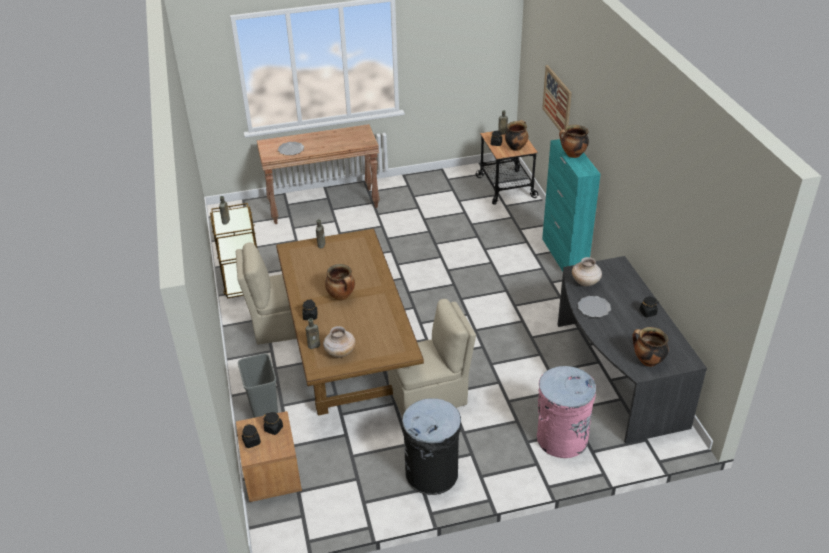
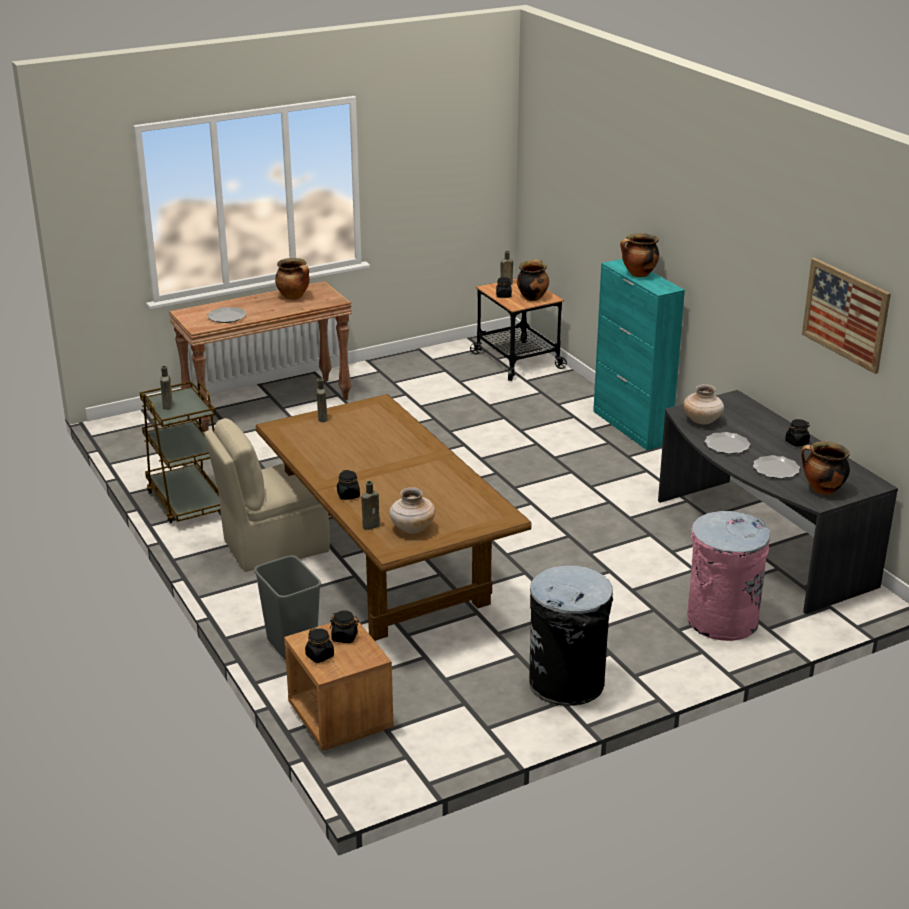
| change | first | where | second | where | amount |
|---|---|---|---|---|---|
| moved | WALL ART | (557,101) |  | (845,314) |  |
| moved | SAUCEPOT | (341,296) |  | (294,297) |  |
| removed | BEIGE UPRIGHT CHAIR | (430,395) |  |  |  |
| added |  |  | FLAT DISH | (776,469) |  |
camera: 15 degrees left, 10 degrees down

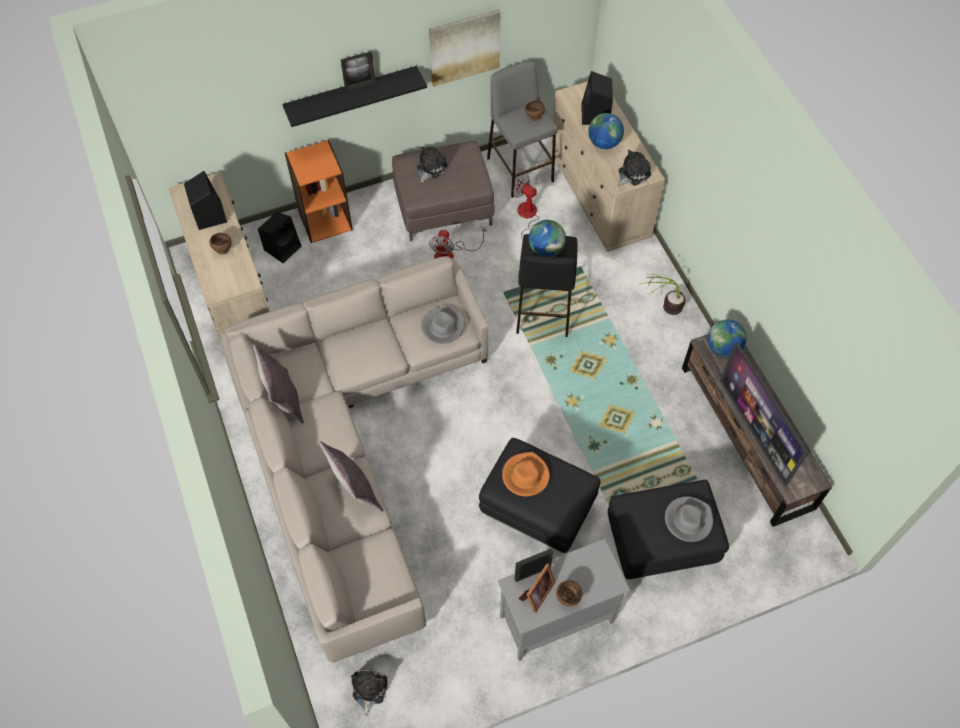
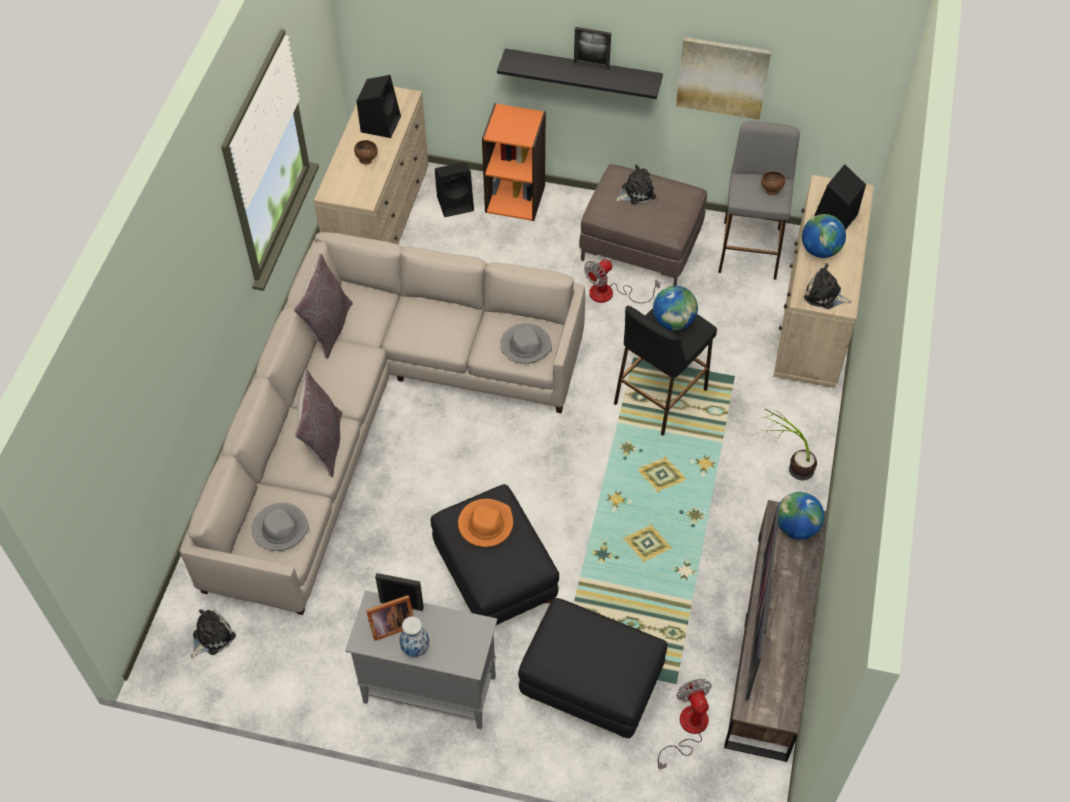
| change | first | where | second | where | amount |
|---|---|---|---|---|---|
| turned | PLUSH TOY | (632,174) |  | (824,295) | 150 degrees counterclockwise |
| moved | ELECTRIC FAN | (527,216) |  | (687,729) |  |
| moved | GRAY CLOTHING HAT | (688,520) |  | (280,528) |  |
| replaced | BROWNISH BOWL | (568,597) | VASE | (416,648) |  |
camera: 35 degrees right, 5 degrees down

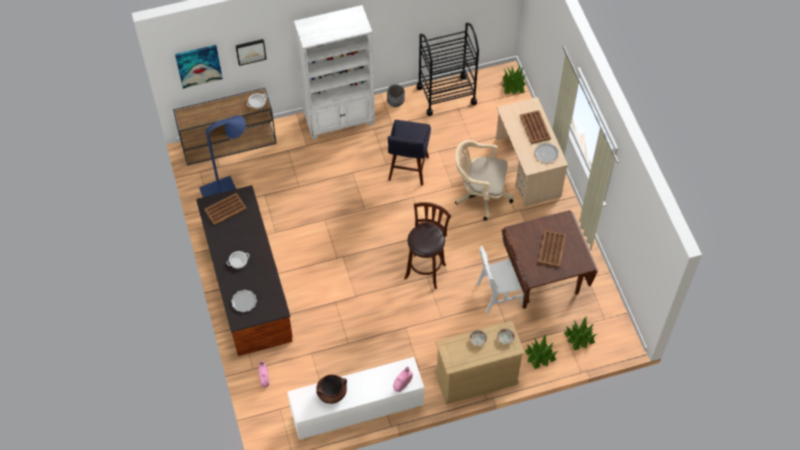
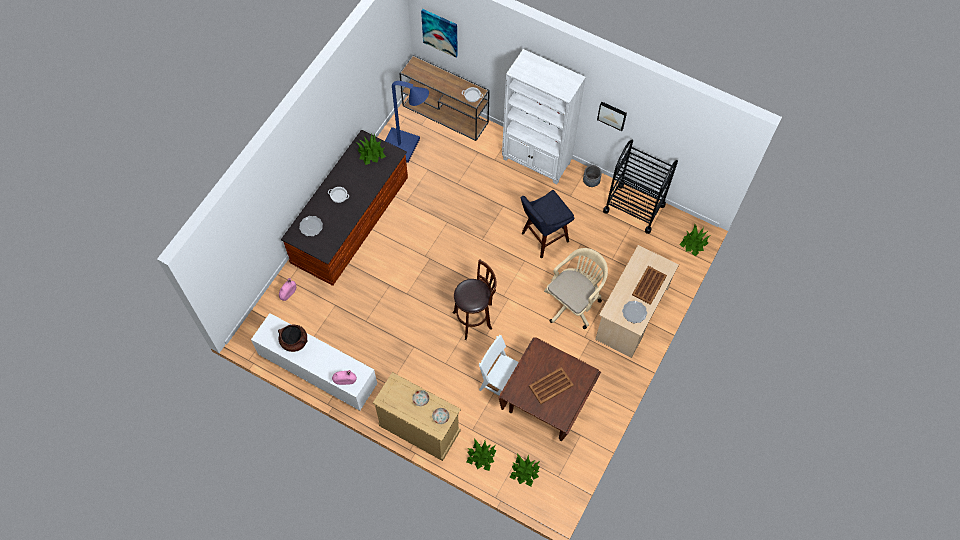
| change | first | where | second | where | amount |
|---|---|---|---|---|---|
| moved | WALL ART | (250,51) |  | (612,115) |  |
| turned | BEIGE DESK CHAIR | (480,195) |  | (573,302) | 75 degrees clockwise |
| replaced | BROWNISH CARRYING TRAY | (226,209) | PLANT IN A POT | (371,153) |  |
camera: 45 degrees right, 5 degrees up

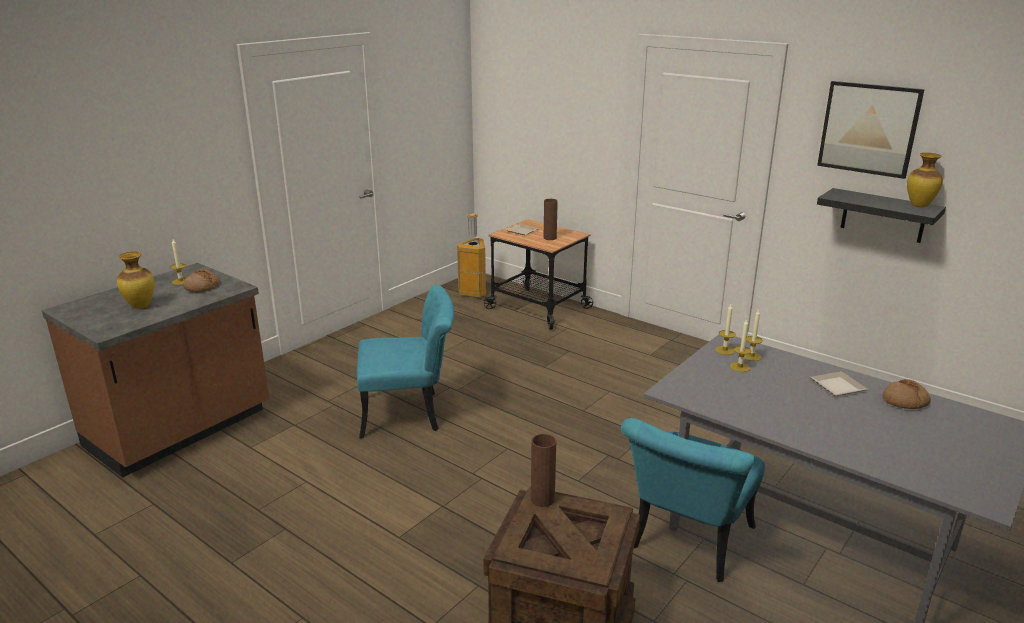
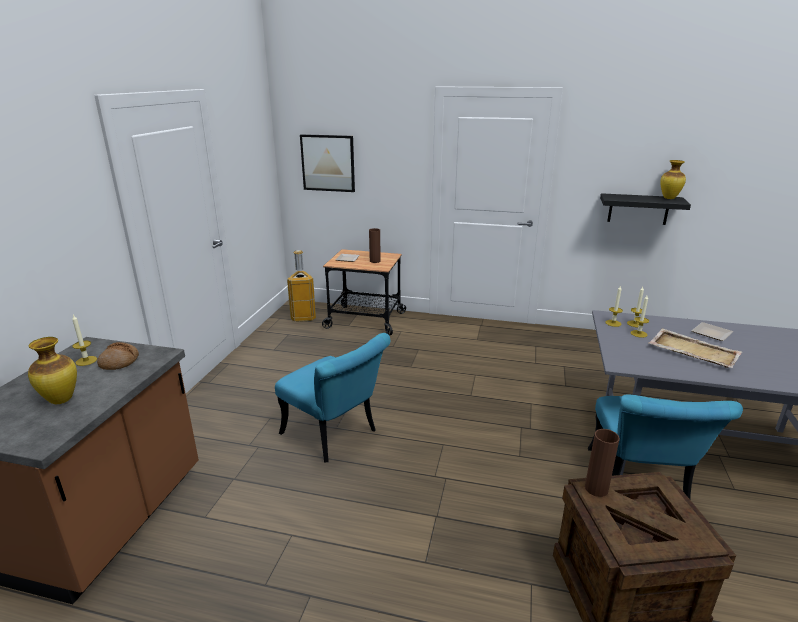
| change | first | where | second | where | amount |
|---|---|---|---|---|---|
| moved | WALL ART | (868,129) |  | (328,163) |  |
| turned | BLUE-GREEN UPRIGHT CHAIR | (410,413) |  | (335,436) | 75 degrees clockwise |
| removed | BAKED BREAD | (905,401) |  |  |  |
| added |  |  | BEIGE CARRYING TRAY | (692,350) |  |
camera: 25 degrees left, 0 degrees up

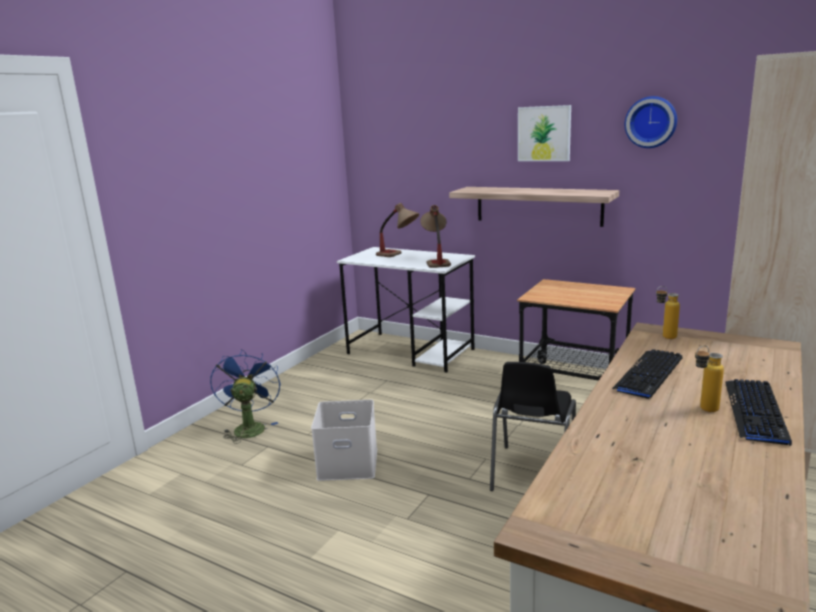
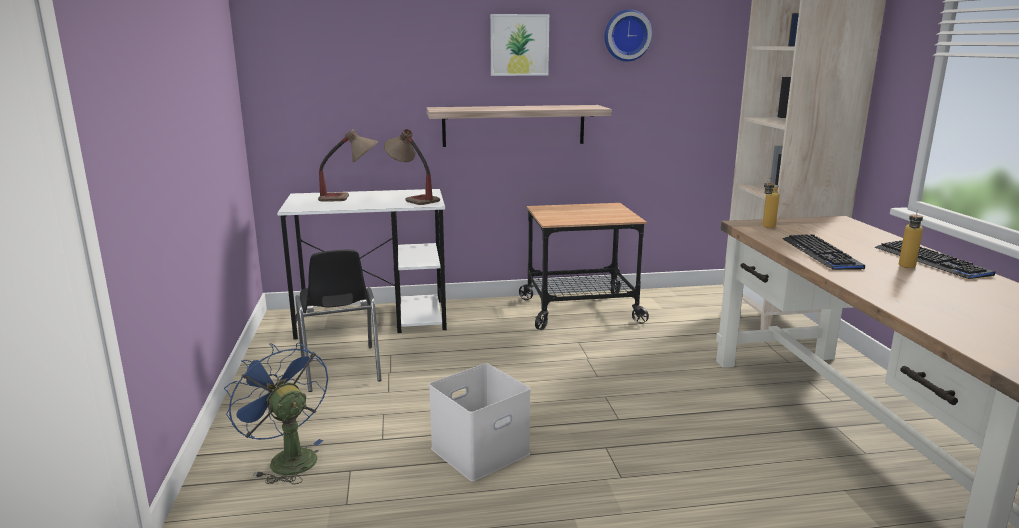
| change | first | where | second | where | amount |
|---|---|---|---|---|---|
| moved | BLACK-COLOURED UPRIGHT CHAIR | (532,473) |  | (340,369) |  |
camera: 40 degrees left, 0 degrees up

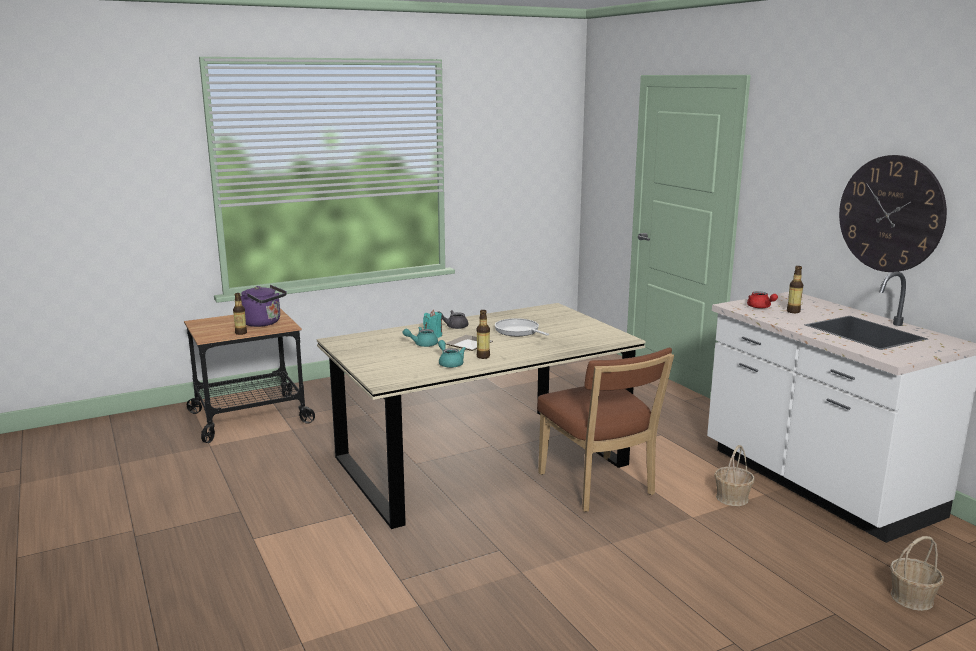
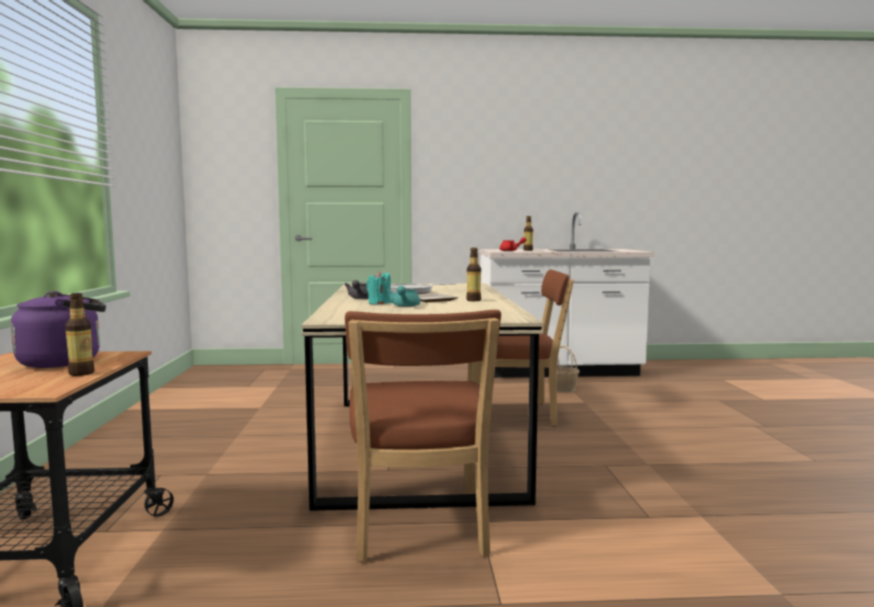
| change | first | where | second | where | amount |
|---|---|---|---|---|---|
| removed | WALL CLOCK | (890,214) |  |  |  |
| removed | BLUE-GREEN TEA POT | (450,363) |  |  |  |
| removed | BASKET | (912,598) |  |  |  |
| added |  |  | BROWNISH UPRIGHT CHAIR | (419,530) |  |
camera: 65 degrees left, 10 degrees down

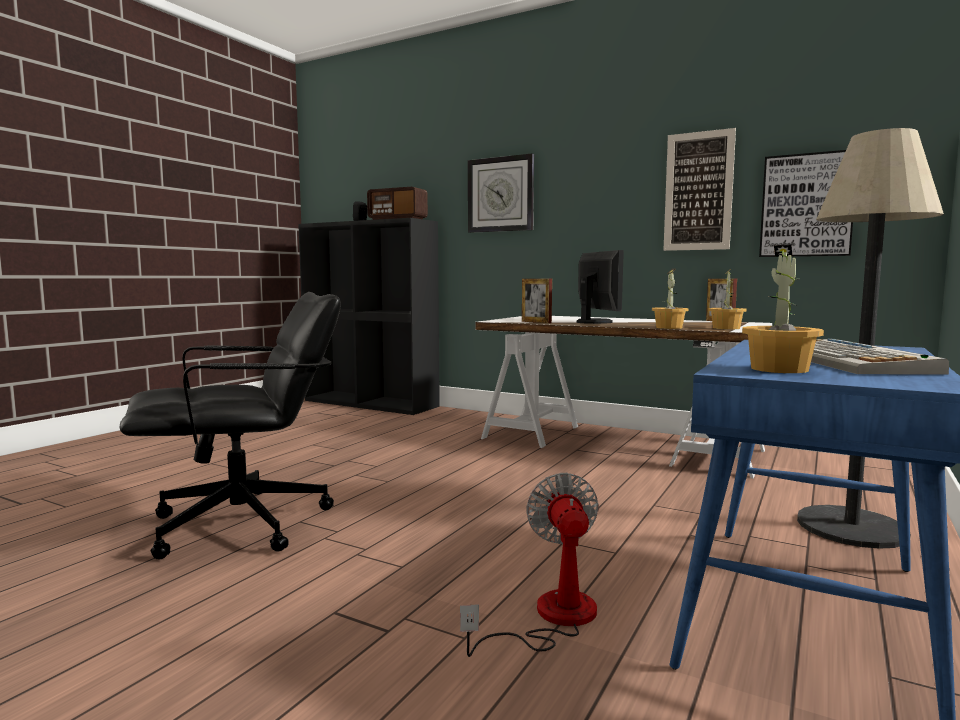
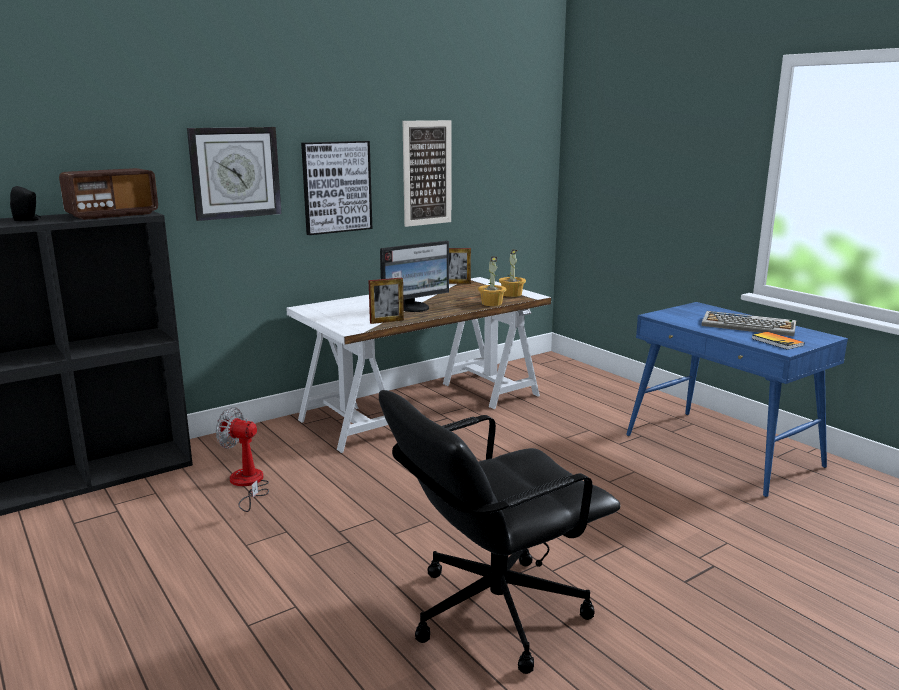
| change | first | where | second | where | amount |
|---|---|---|---|---|---|
| removed | STANDARD LAMP | (851,527) |  |  |  |
| moved | WALL ART | (807,205) |  | (336,187) |  |
| replaced | PLANT IN A POT | (778,369) | BOOK | (777,342) |  |
| turned | COMPUTER DISPLAY | (595,322) |  | (414,308) | 135 degrees clockwise |
| turned | BLACK-COLOURED DESK CHAIR | (243,524) |  | (494,610) | 120 degrees counterclockwise |
| moved | ELECTRIC FAN | (551,618) |  | (247,484) |  |
camera: 65 degrees left, 10 degrees up

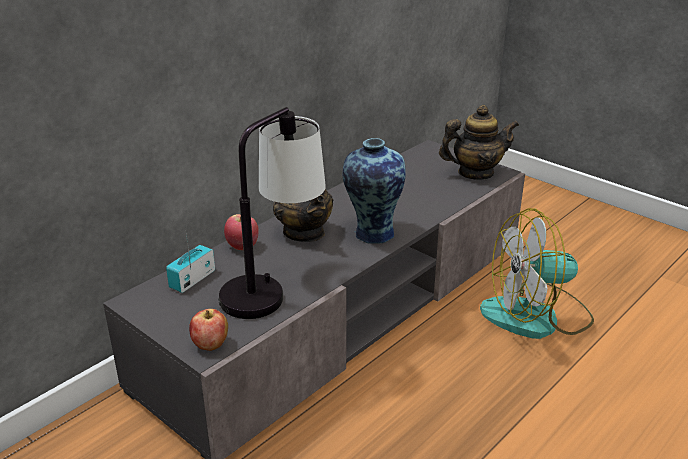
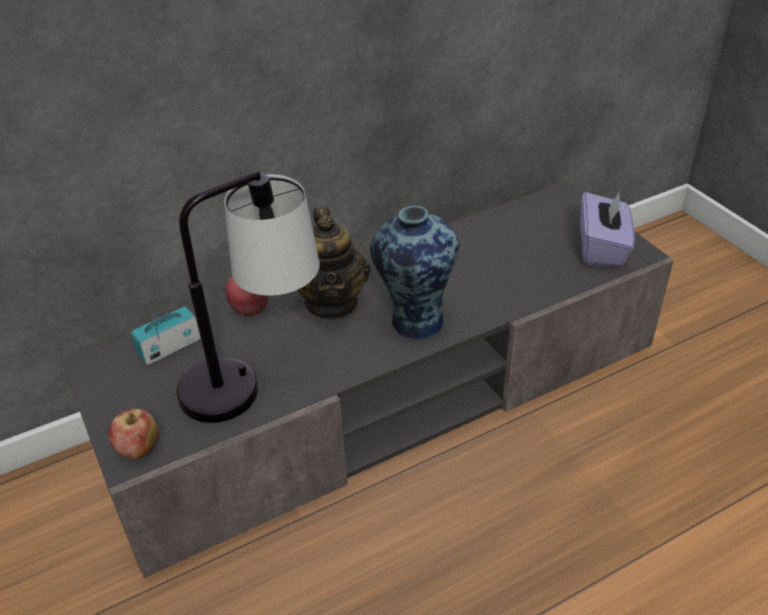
| change | first | where | second | where | amount |
|---|---|---|---|---|---|
| replaced | TEA POT | (475,173) | PURPLISH TISSUE HOLDER | (602,248) |  |
| removed | ELECTRIC FAN | (536,316) |  |  |  |
camera: 20 degrees right, 10 degrees up

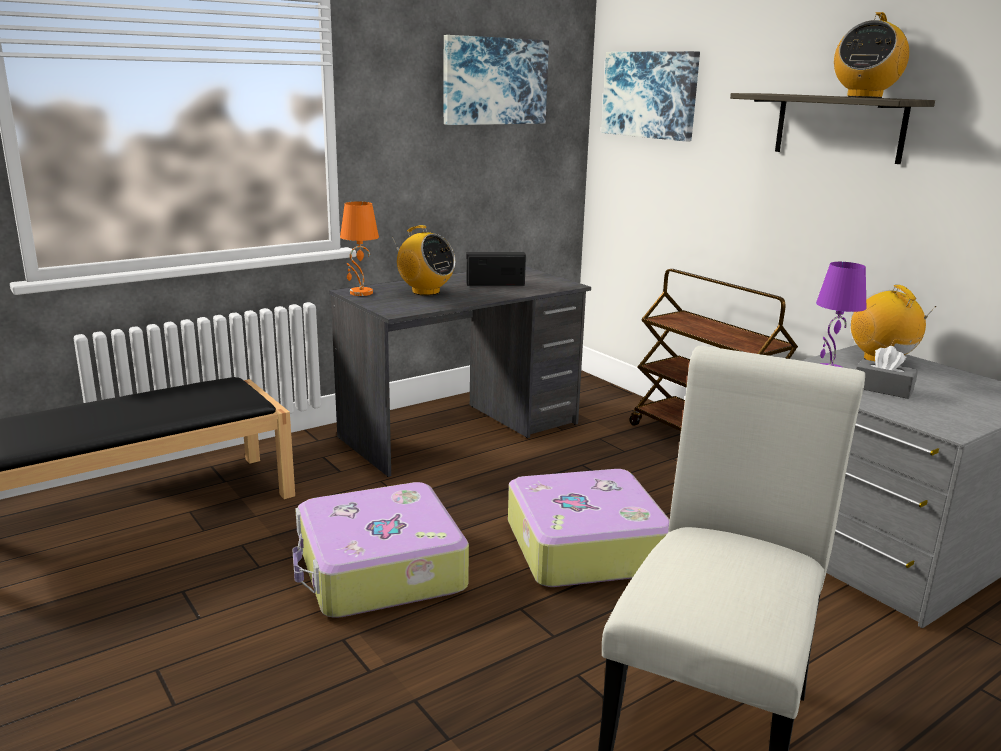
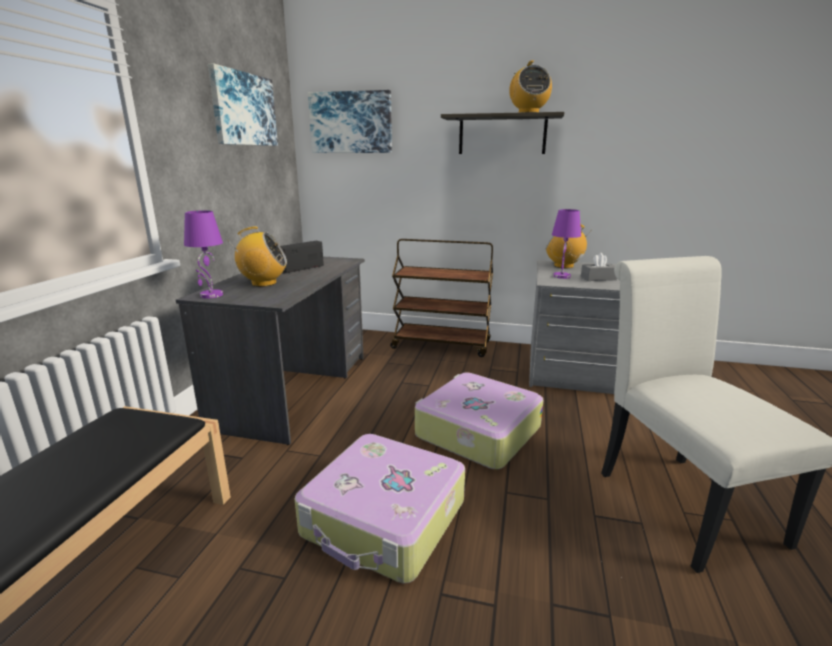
| change | first | where | second | where | amount |
|---|---|---|---|---|---|
| recoloured | ORANGE TABLE LAMP | (360,293) | PURPLISH TABLE LAMP | (211,295) |  |
camera: 40 degrees left, 0 degrees up

